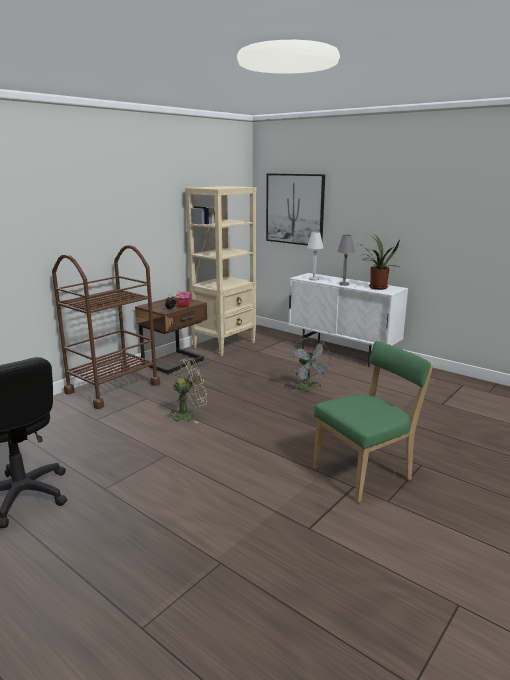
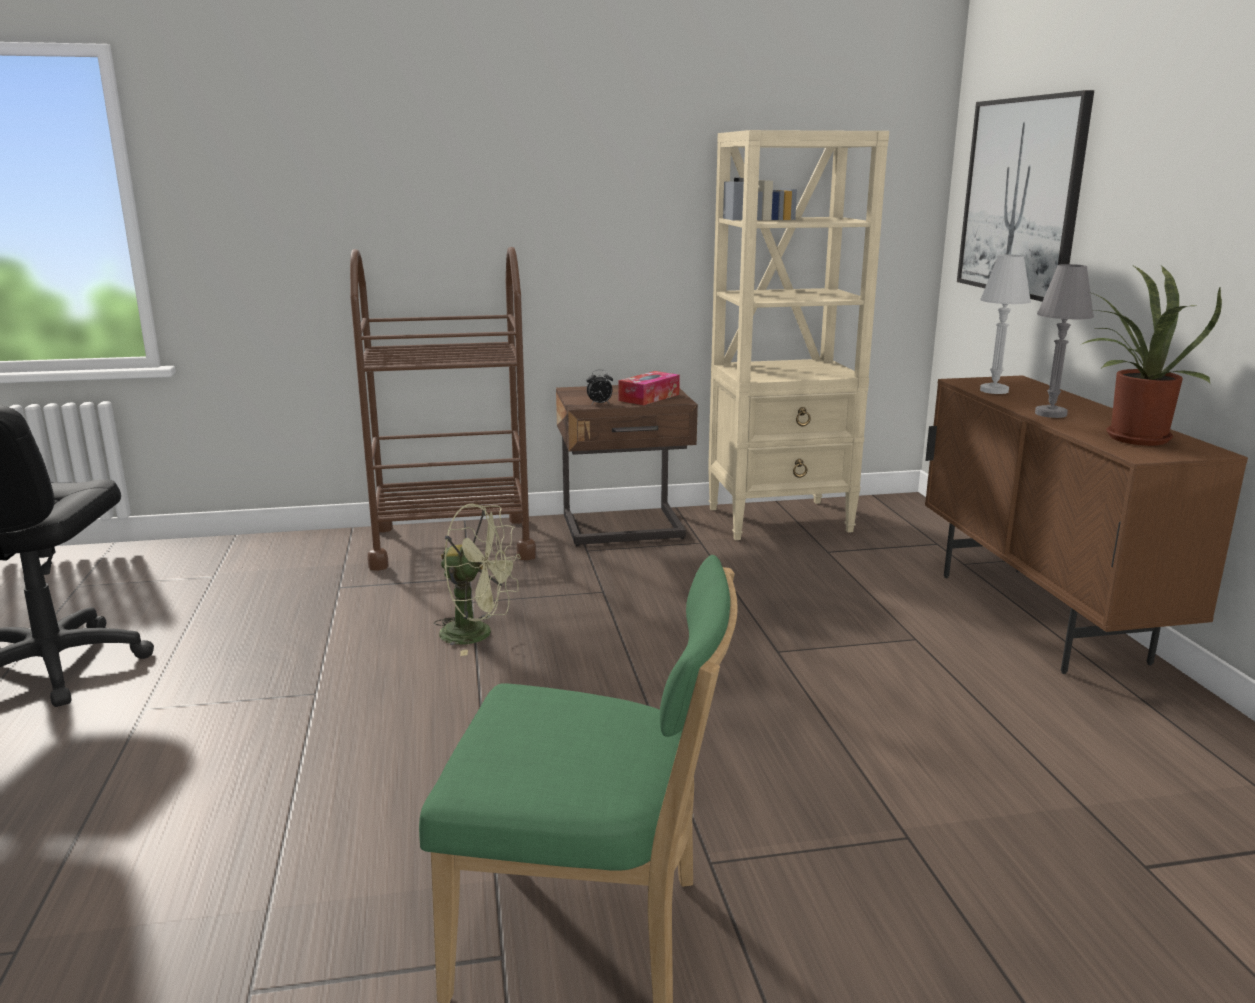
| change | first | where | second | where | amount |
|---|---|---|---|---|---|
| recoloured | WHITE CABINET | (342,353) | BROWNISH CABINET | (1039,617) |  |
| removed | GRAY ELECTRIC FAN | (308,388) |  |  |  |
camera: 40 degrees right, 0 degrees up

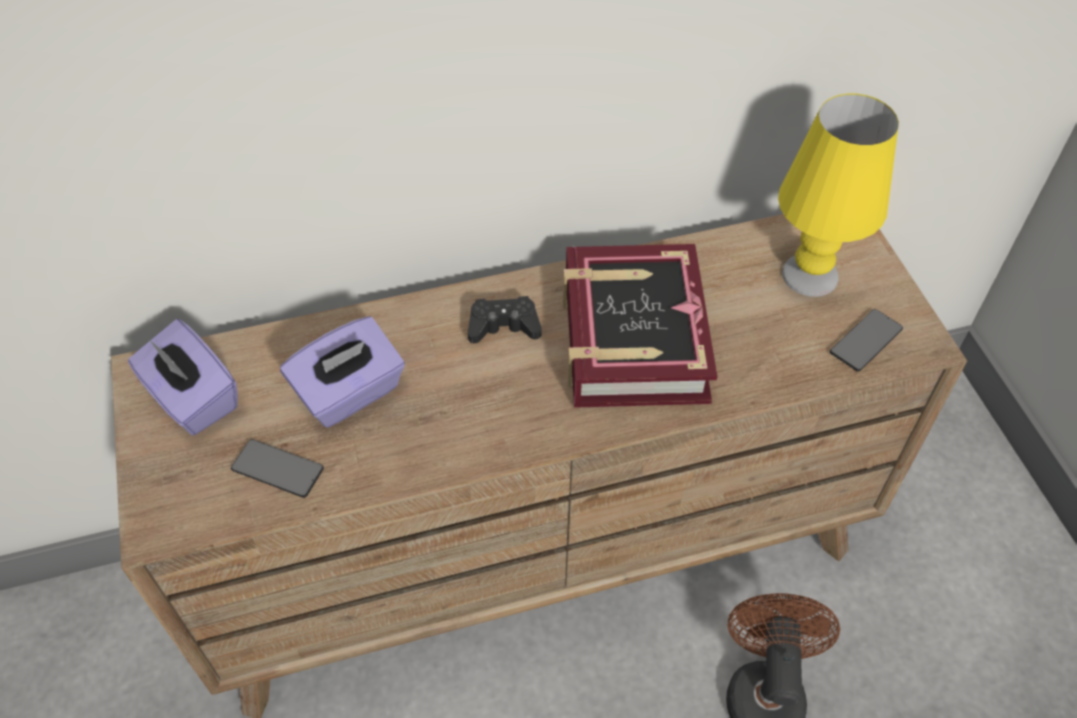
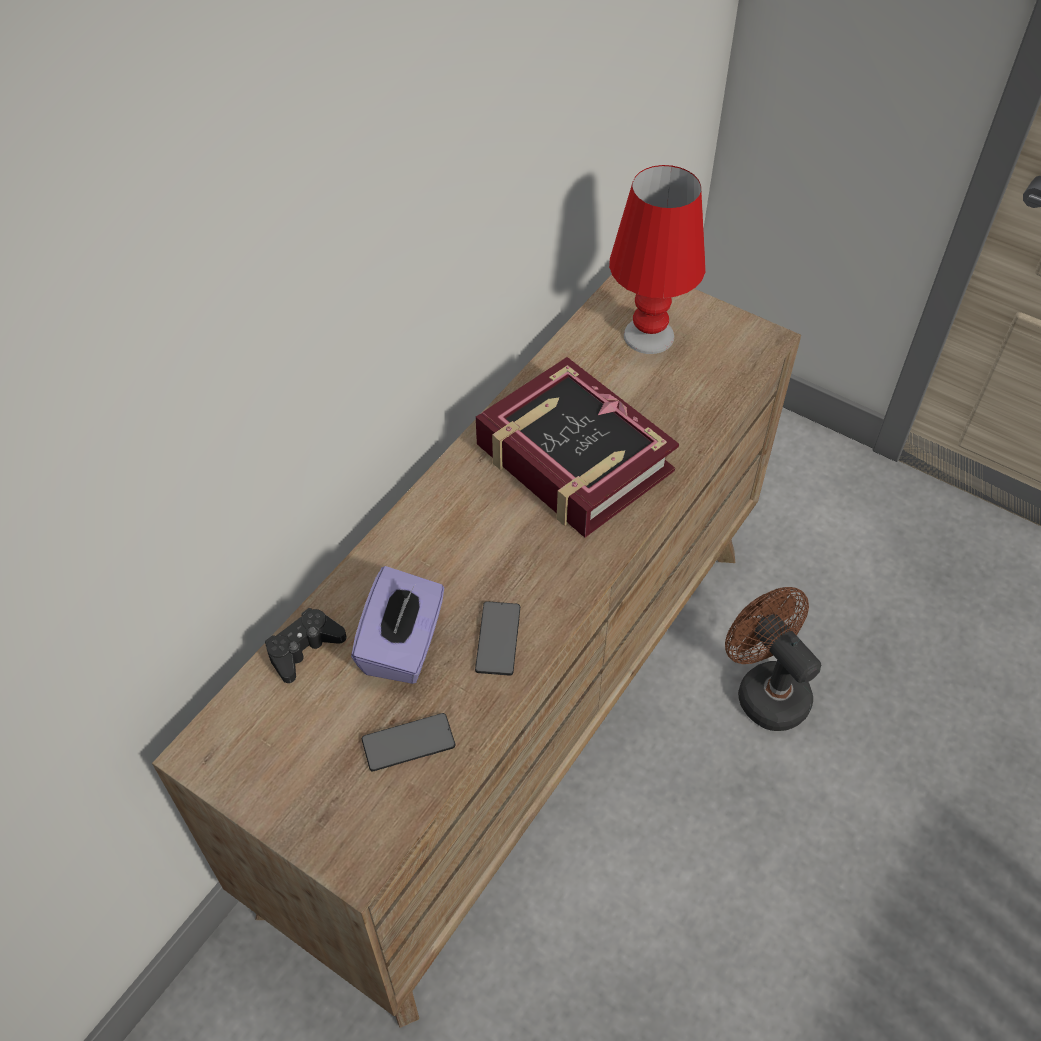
| change | first | where | second | where | amount |
|---|---|---|---|---|---|
| recoloured | YELLOW TABLE LAMP | (810,276) | REDDISH TABLE LAMP | (649,336) |  |
| moved | BLACK-COLOURED GAME CONTROLLER | (503,326) |  | (304,648) |  |
| moved | TELEPHONE | (866,341) |  | (498,639) |  |
| removed | PURPLISH TISSUE HOLDER | (192,399) |  |  |  |
camera: 40 degrees left, 0 degrees up

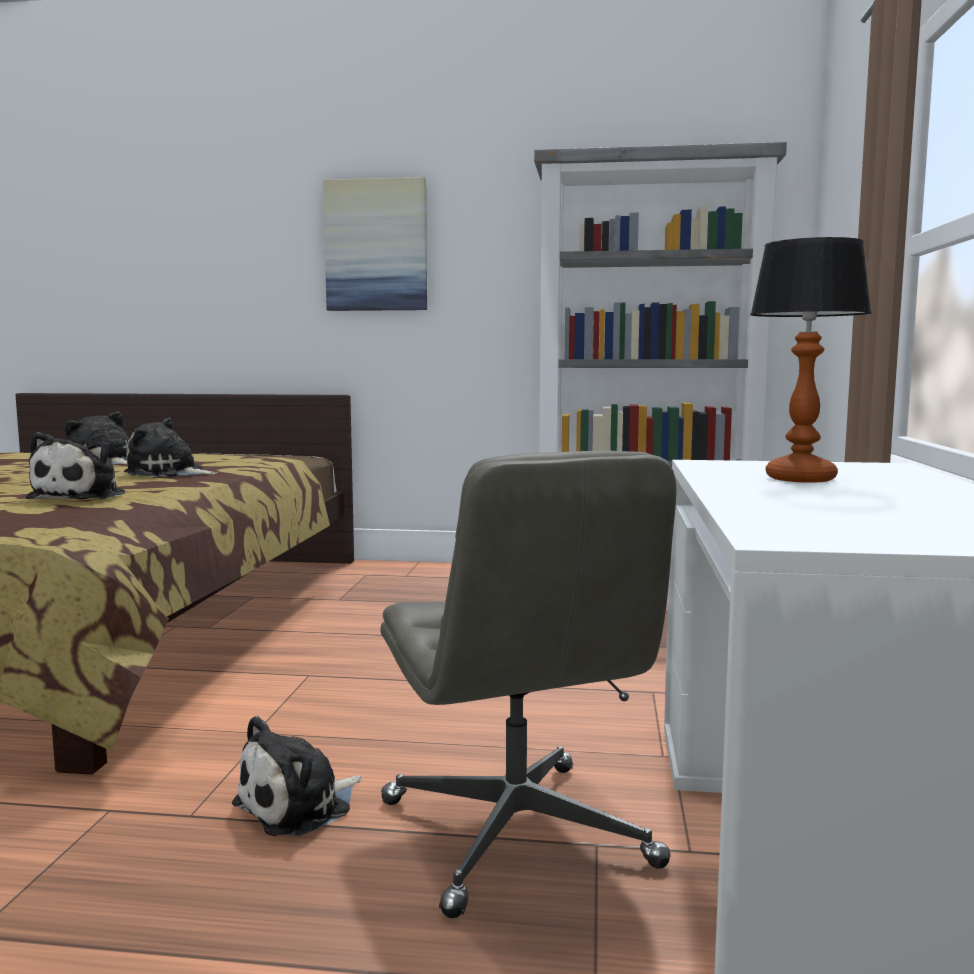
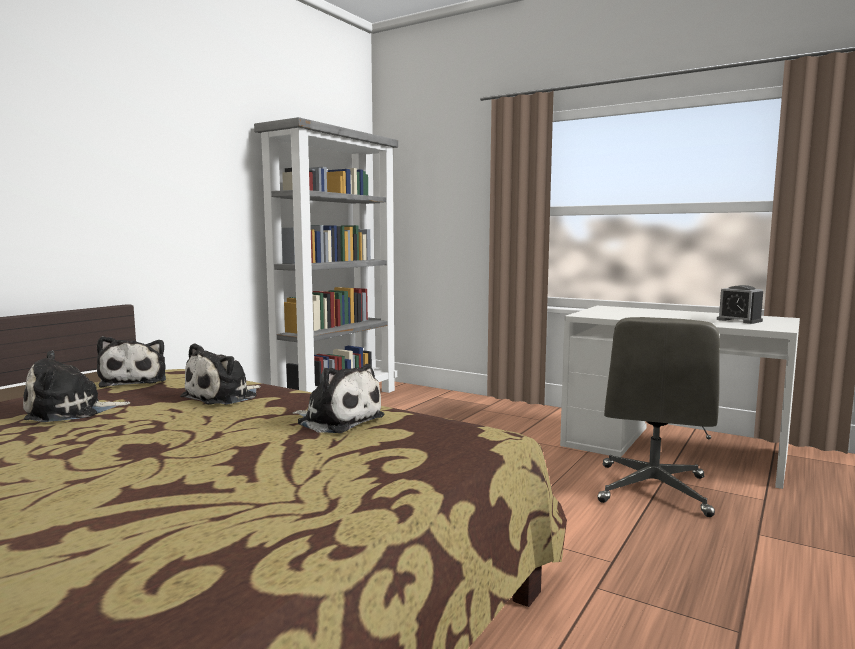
| change | first | where | second | where | amount |
|---|---|---|---|---|---|
| removed | WALL ART | (376,246) |  |  |  |
| removed | TABLE LAMP | (802,479) |  |  |  |
| turned | GRAY DESK CHAIR | (518,835) |  | (653,490) | 105 degrees clockwise |
| moved | PLUSH TOY | (299,806) |  | (135,381) |  |
| added |  |  | TABLE CLOCK | (739,320) |  |
camera: 65 degrees left, 0 degrees up

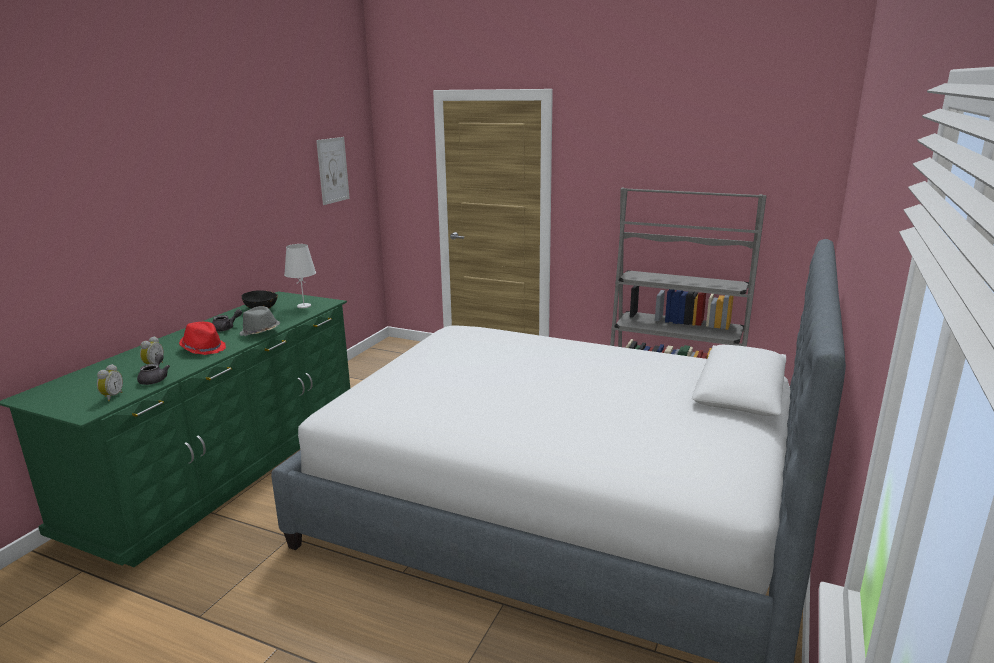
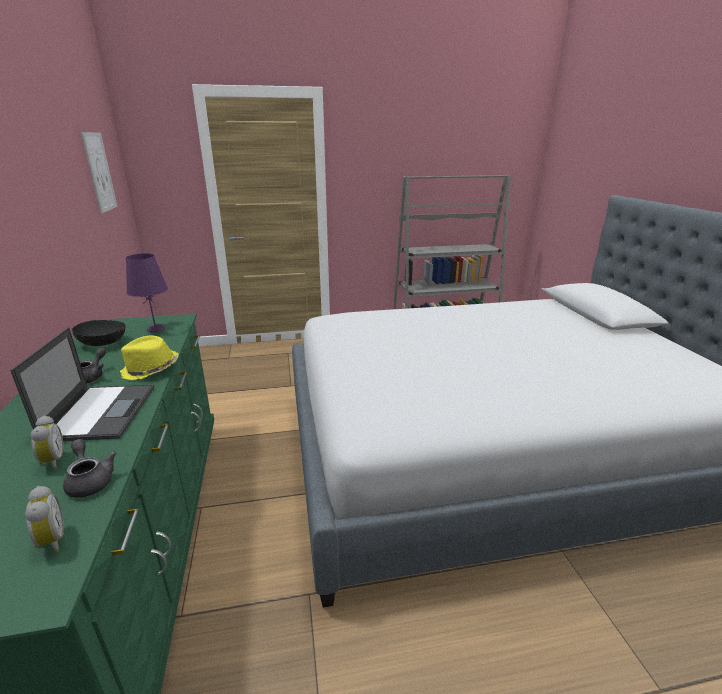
| change | first | where | second | where | amount |
|---|---|---|---|---|---|
| recoloured | WHITE TABLE LAMP | (304,306) | PURPLISH TABLE LAMP | (155,328) |  |
| recoloured | GRAY CLOTHING HAT | (260,332) | YELLOW CLOTHING HAT | (150,370) |  |
| replaced | REDDISH CLOTHING HAT | (204,349) | NOTEBOOK COMPUTER | (101,411) |  |
camera: 35 degrees left, 5 degrees up

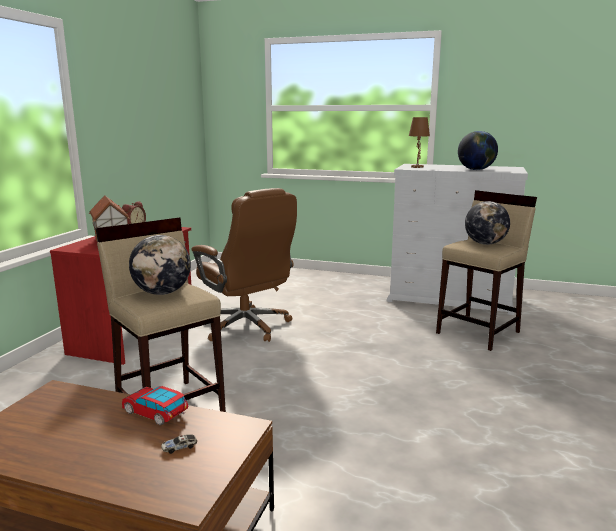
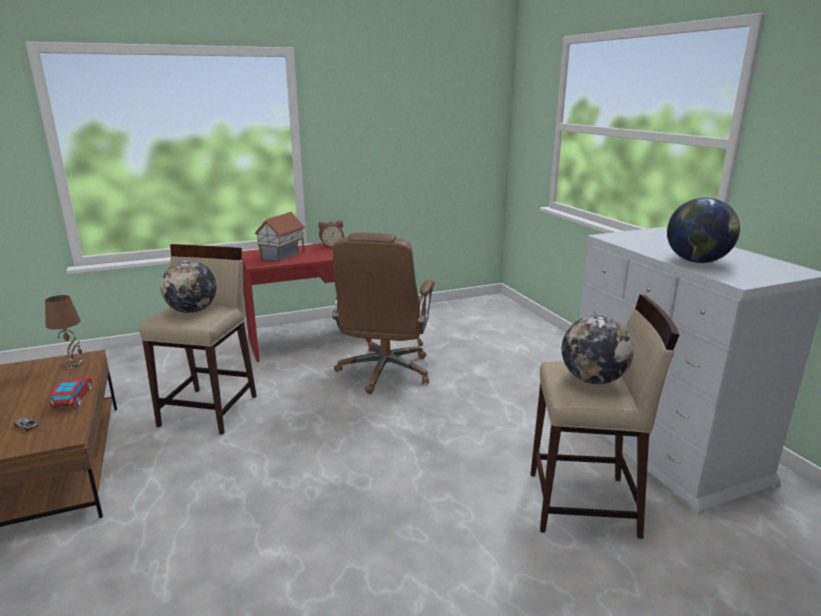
| change | first | where | second | where | amount |
|---|---|---|---|---|---|
| moved | BROWNISH TABLE LAMP | (417,167) |  | (73,364) |  |
camera: 50 degrees right, 5 degrees up

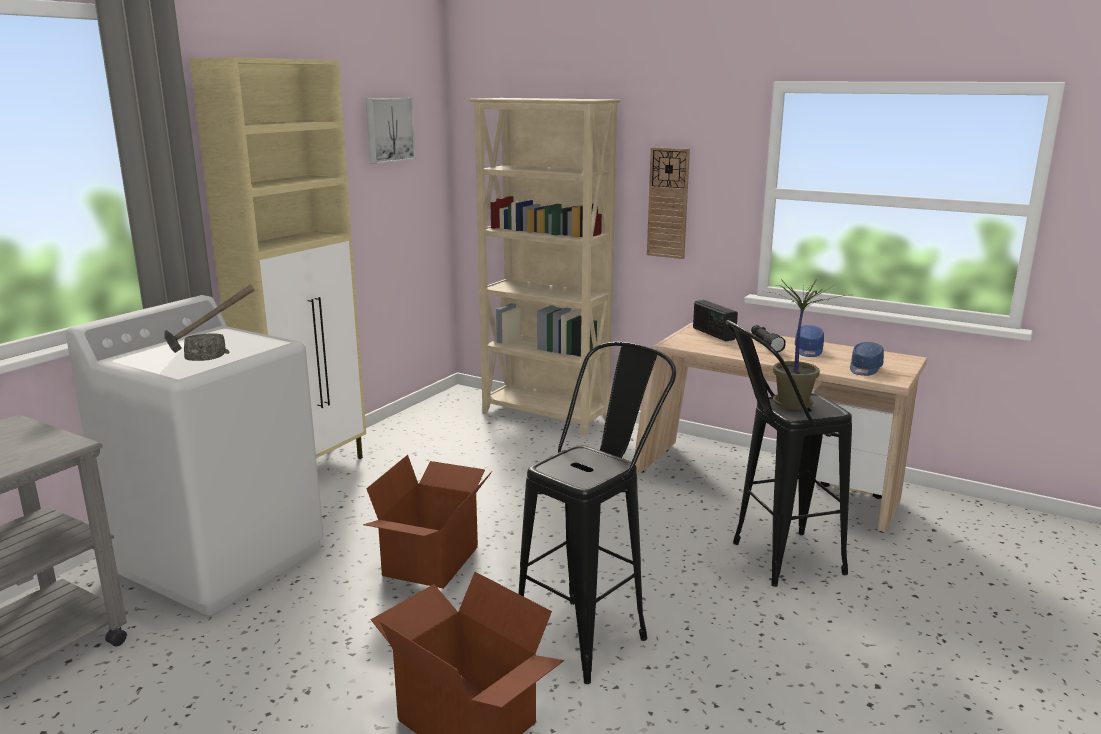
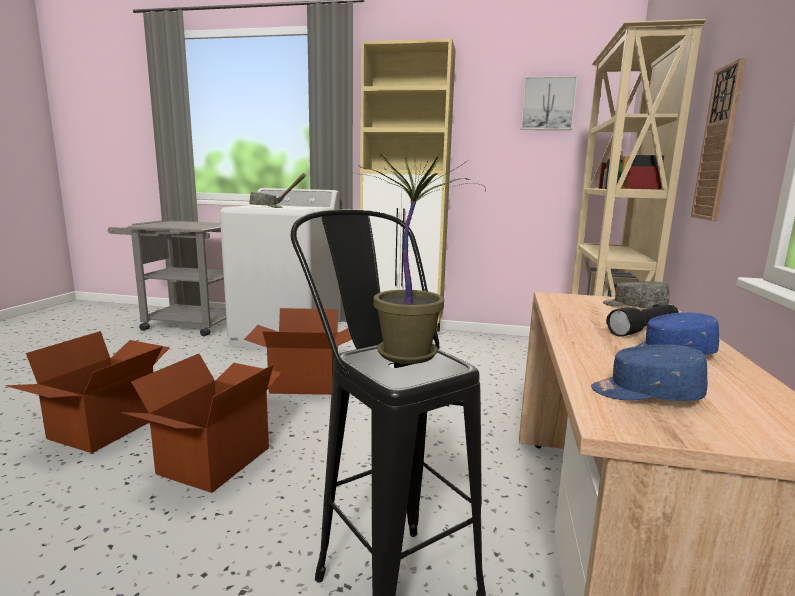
| change | first | where | second | where | amount |
|---|---|---|---|---|---|
| replaced | RADIO | (713,334) | GRAY CAP | (633,307) |  |
| replaced | BLACK-COLOURED STOOL SEAT | (592,631) | PACKING BOX | (213,460) |  |
camera: 70 degrees right, 5 degrees down

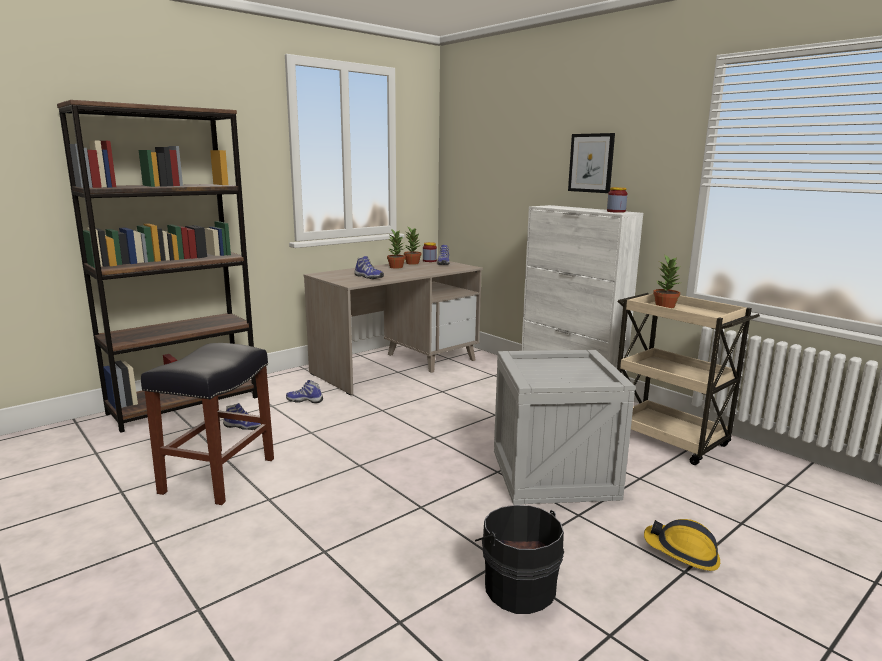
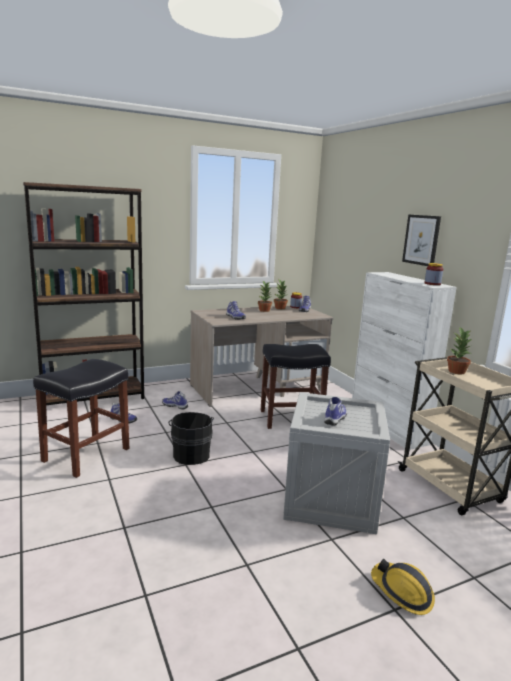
| change | first | where | second | where | amount |
|---|---|---|---|---|---|
| moved | BLACK-COLOURED BUCKET | (517,586) |  | (191,454) |  |
| added |  |  | BLACK-COLOURED STOOL SEAT | (290,419) |  |
| added |  |  | SHOE | (335,418) |  |
camera: 15 degrees right, 0 degrees up

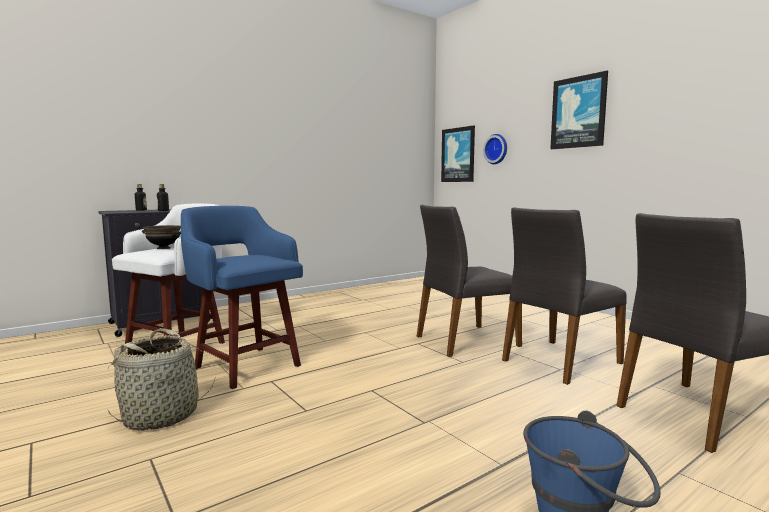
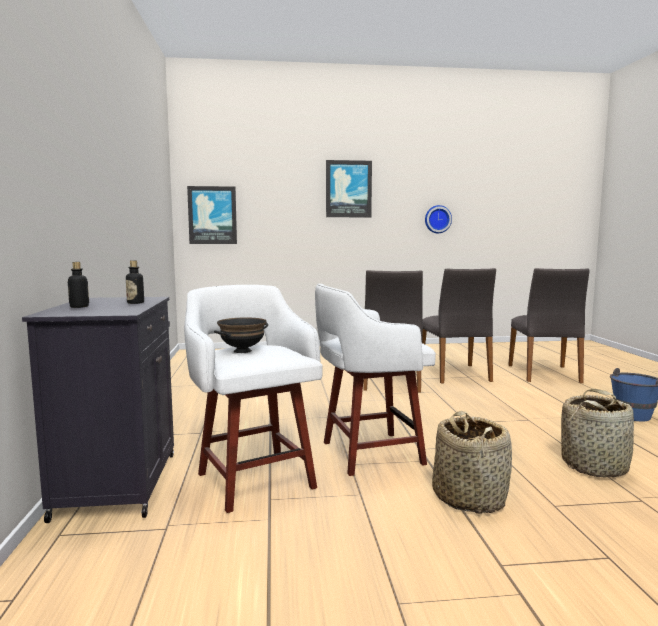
| change | first | where | second | where | amount |
|---|---|---|---|---|---|
| moved | WALL CLOCK | (497,149) |  | (437,219) |  |
| recoloured | BLUE STOOL SEAT | (245,365) | WHITE STOOL SEAT | (368,453) |  |
| added |  |  | BASKET | (595,466) |  |
camera: 60 degrees left, 0 degrees up

